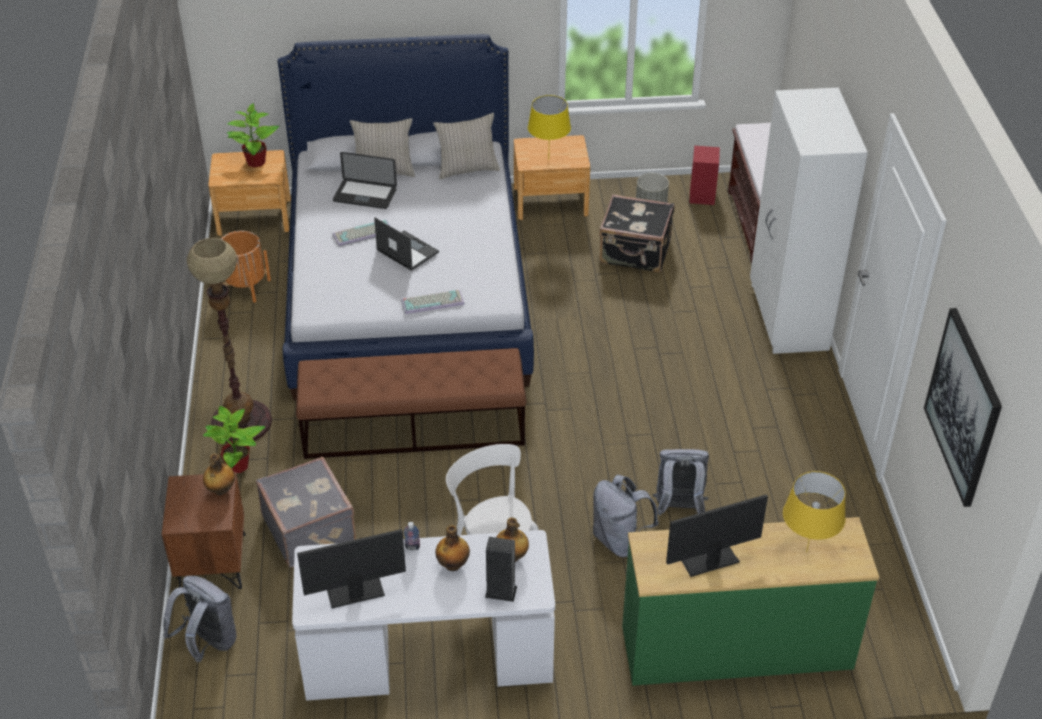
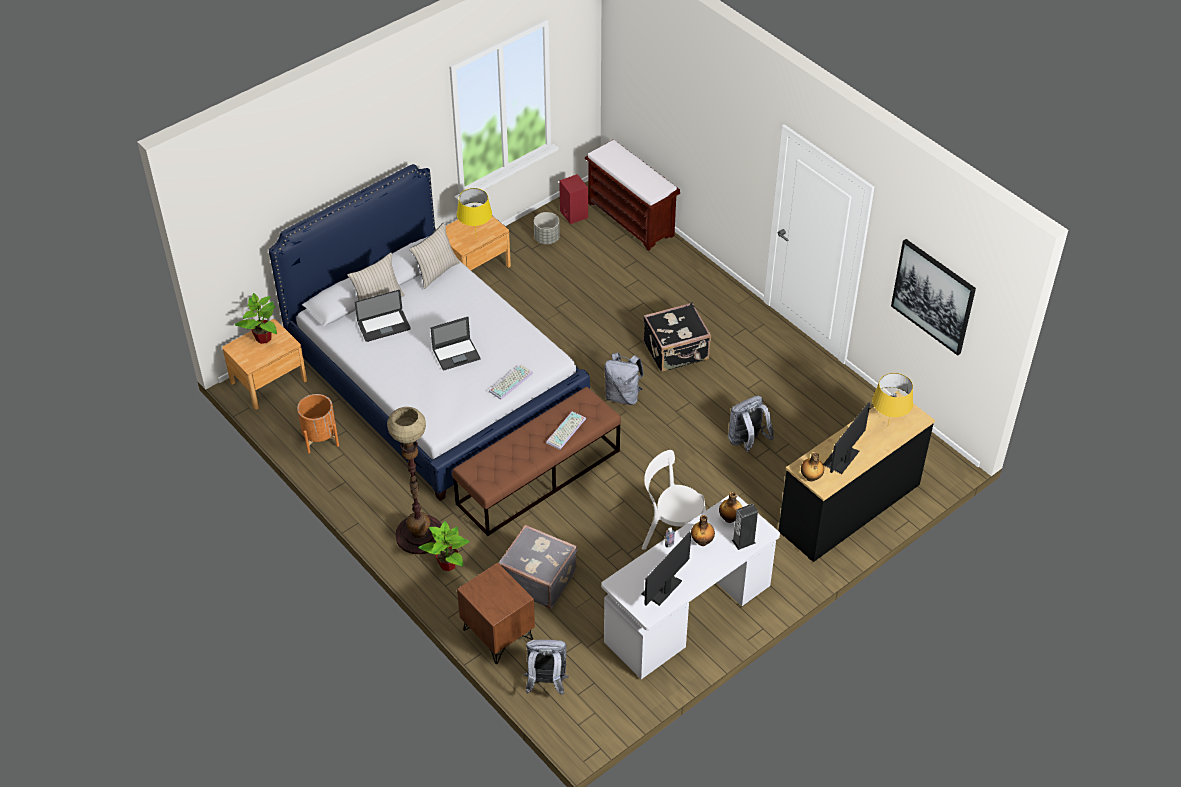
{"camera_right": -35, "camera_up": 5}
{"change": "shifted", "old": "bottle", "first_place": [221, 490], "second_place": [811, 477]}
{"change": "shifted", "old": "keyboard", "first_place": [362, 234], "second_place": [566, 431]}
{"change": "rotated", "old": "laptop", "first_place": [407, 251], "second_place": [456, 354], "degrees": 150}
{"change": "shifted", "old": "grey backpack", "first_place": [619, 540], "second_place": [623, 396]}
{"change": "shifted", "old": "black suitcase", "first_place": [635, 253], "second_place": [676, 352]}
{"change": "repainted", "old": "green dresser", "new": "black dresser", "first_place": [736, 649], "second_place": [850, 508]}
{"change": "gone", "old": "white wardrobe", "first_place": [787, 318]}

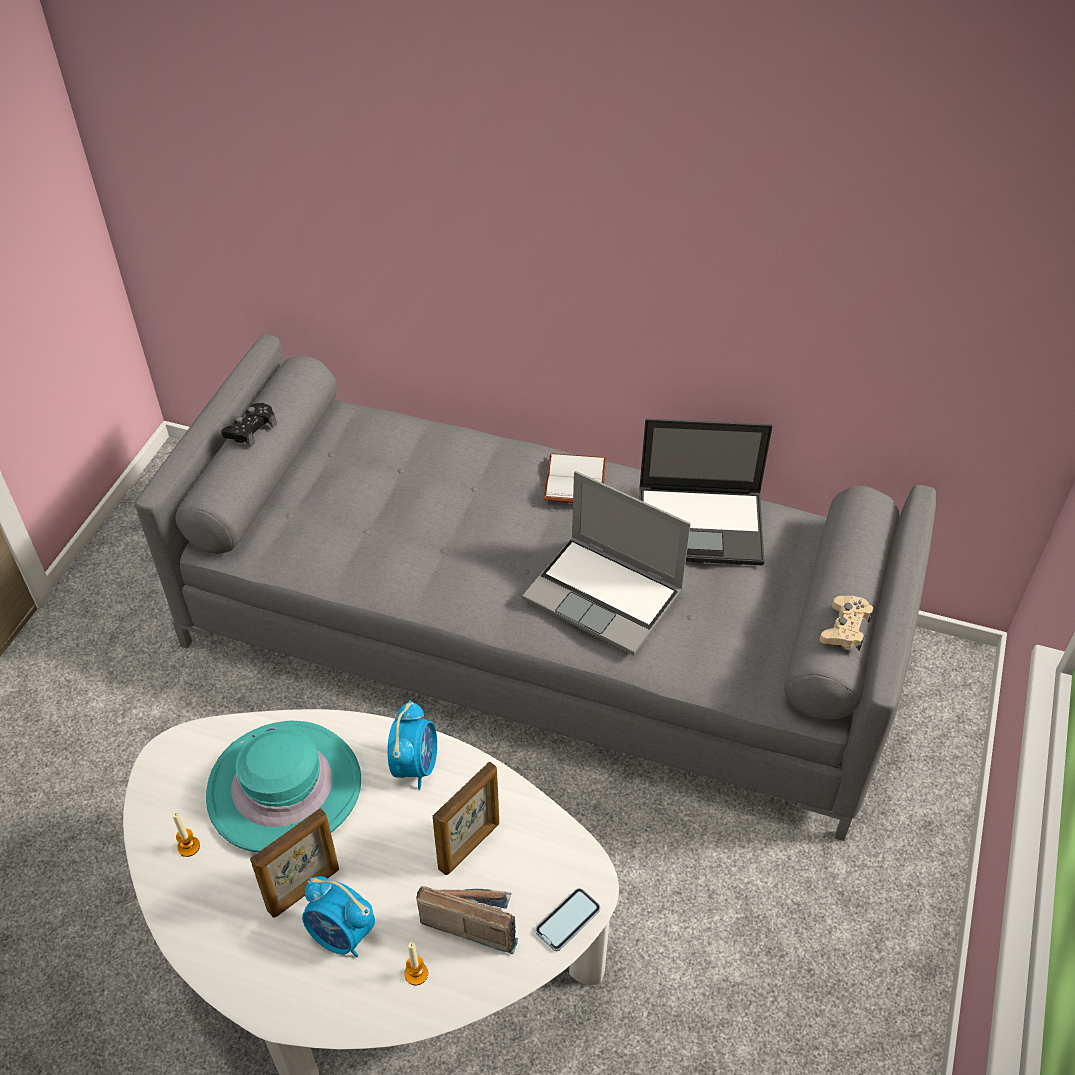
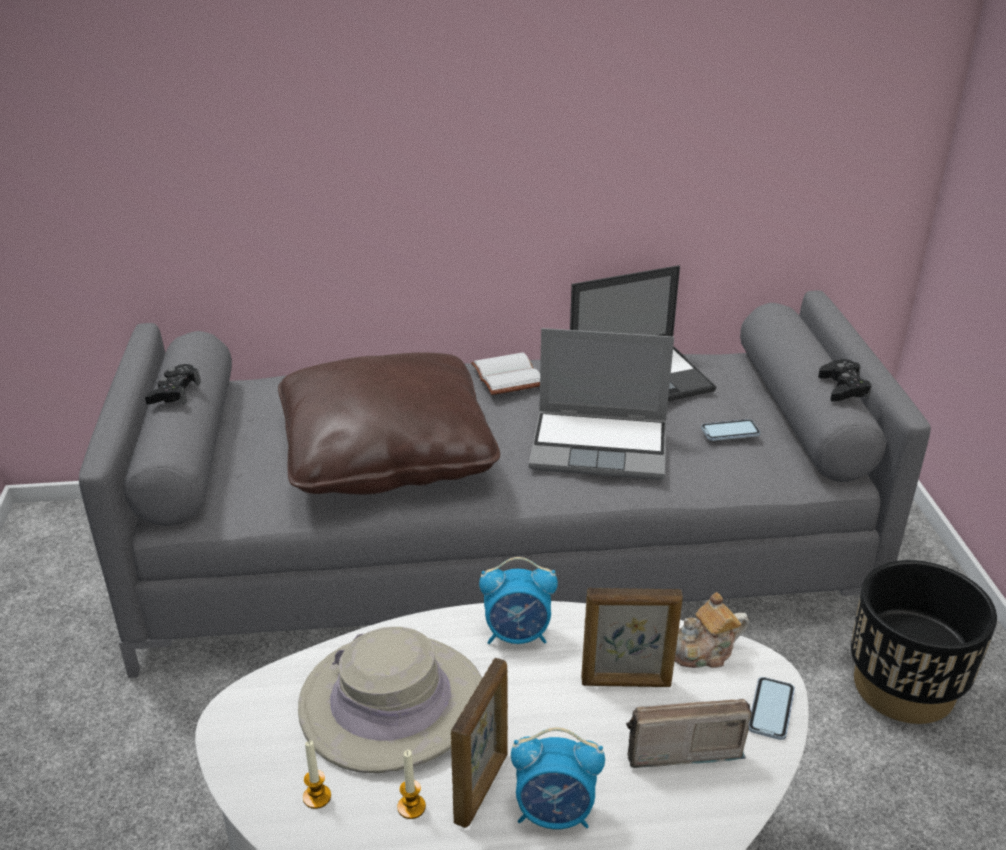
{"camera_right": -25, "camera_up": -15}
{"change": "repainted", "old": "turquoise hat", "new": "beige hat", "first_place": [284, 789], "second_place": [392, 703]}
{"change": "rotated", "old": "alarm clock", "first_place": [415, 765], "second_place": [518, 635], "degrees": 105}
{"change": "shifted", "old": "candle", "first_place": [416, 974], "second_place": [411, 807]}
{"change": "rotated", "old": "picture frame", "first_place": [470, 846], "second_place": [626, 683], "degrees": 75}
{"change": "repainted", "old": "beige game controller", "new": "black game controller", "first_place": [845, 628], "second_place": [843, 388]}
{"change": "new", "new": "brown pillow", "second_place": [386, 454]}
{"change": "new", "new": "teapot", "second_place": [703, 652]}
{"change": "new", "new": "phone", "second_place": [730, 432]}
{"change": "new", "new": "black planter", "second_place": [903, 687]}

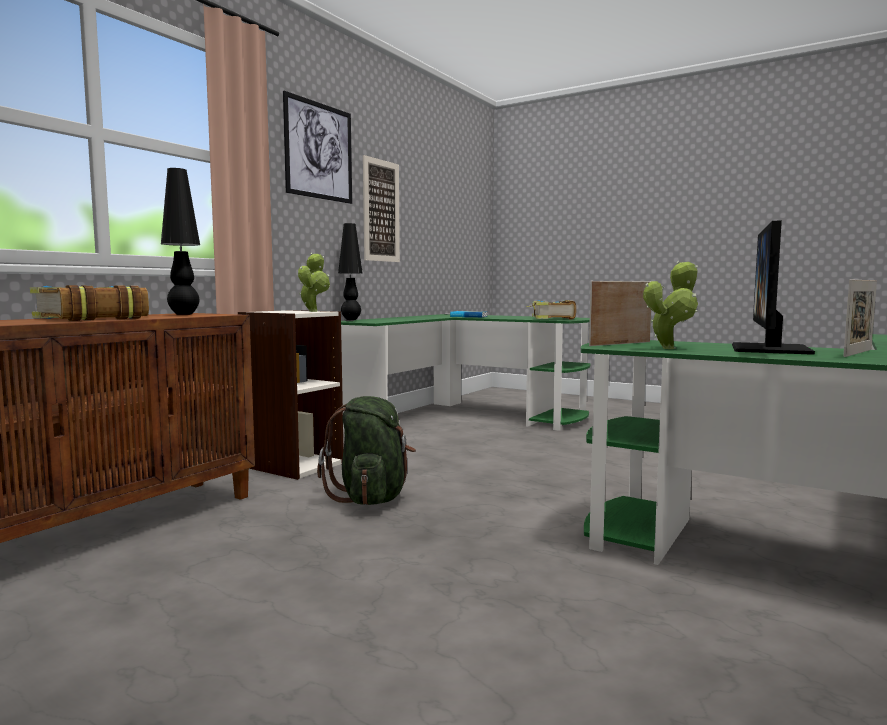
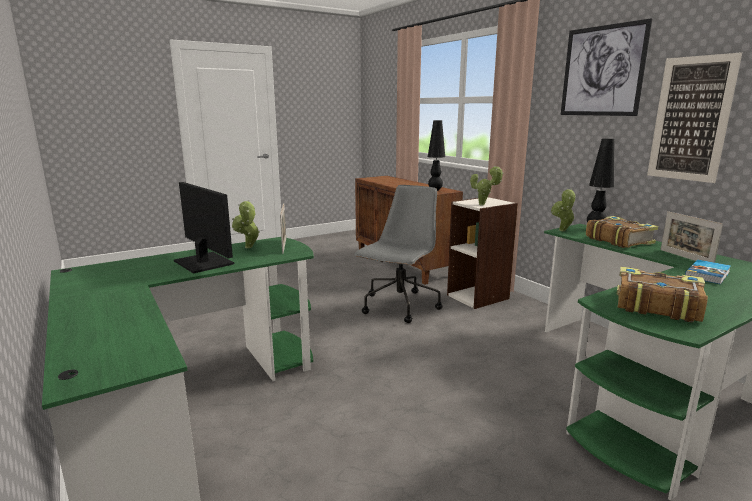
{"camera_right": 115, "camera_up": 10}
{"change": "shifted", "old": "book", "first_place": [90, 318], "second_place": [618, 240]}
{"change": "swapped", "old": "green backpack", "new": "grey office chair", "first_place": [371, 498], "second_place": [399, 307]}
{"change": "shifted", "old": "picture frame", "first_place": [858, 353], "second_place": [685, 257]}
{"change": "new", "new": "potted plant", "second_place": [562, 231]}

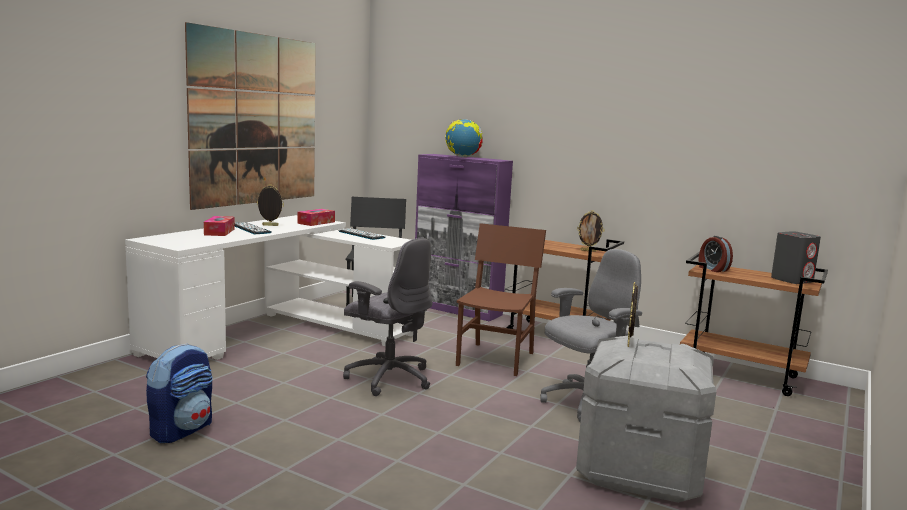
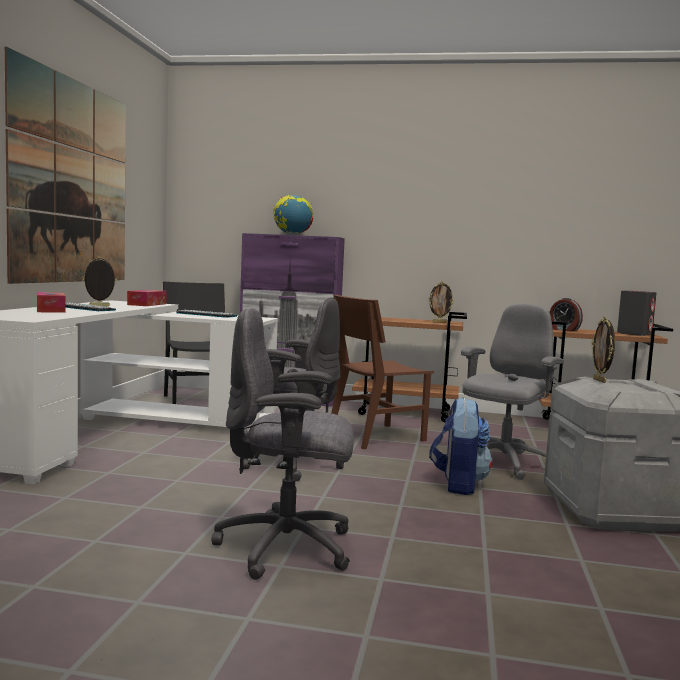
{"camera_right": -20, "camera_up": -5}
{"change": "shifted", "old": "backpack", "first_place": [182, 430], "second_place": [458, 484]}
{"change": "rotated", "old": "brown chair", "first_place": [496, 359], "second_place": [376, 436], "degrees": -120}
{"change": "new", "new": "grey office chair", "second_place": [287, 548]}

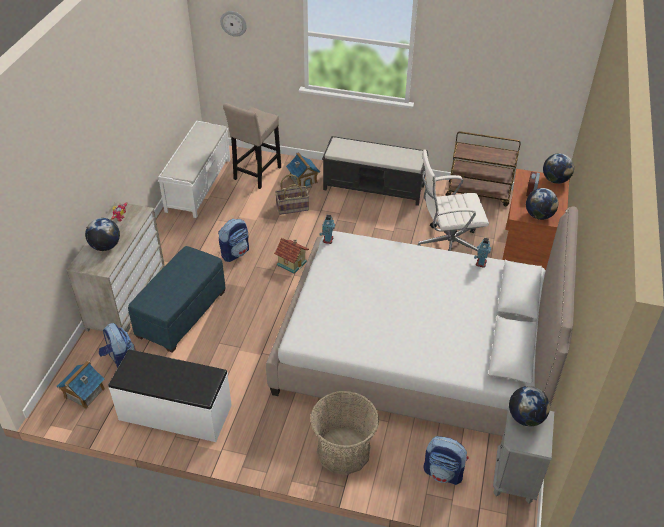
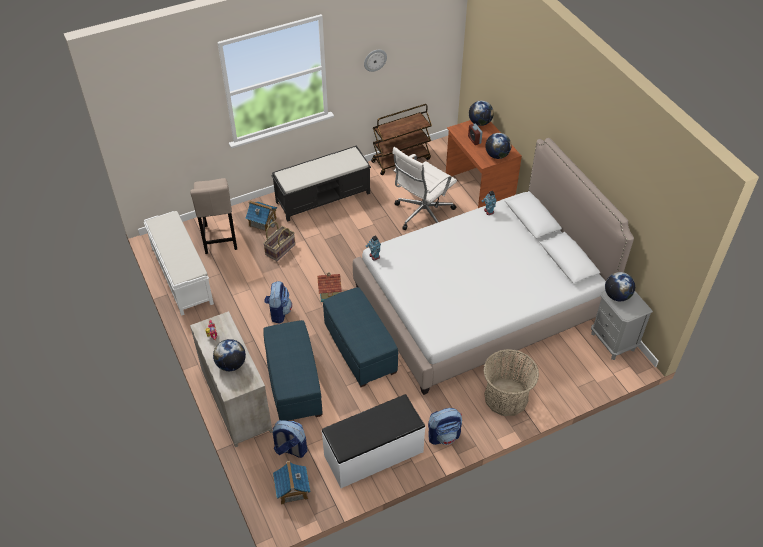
{"camera_right": -40, "camera_up": 5}
{"change": "shifted", "old": "wall clock", "first_place": [233, 23], "second_place": [375, 60]}
{"change": "shifted", "old": "backpack", "first_place": [443, 473], "second_place": [444, 436]}
{"change": "new", "new": "blue ottoman", "second_place": [360, 349]}

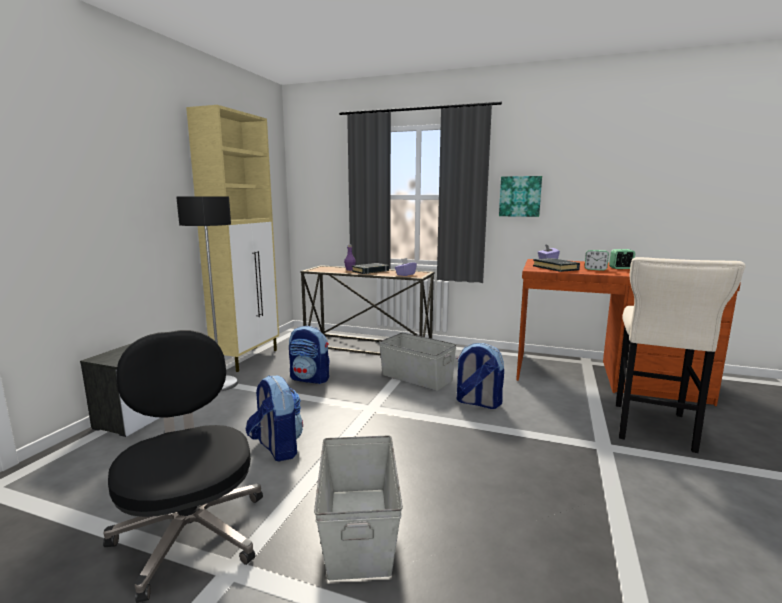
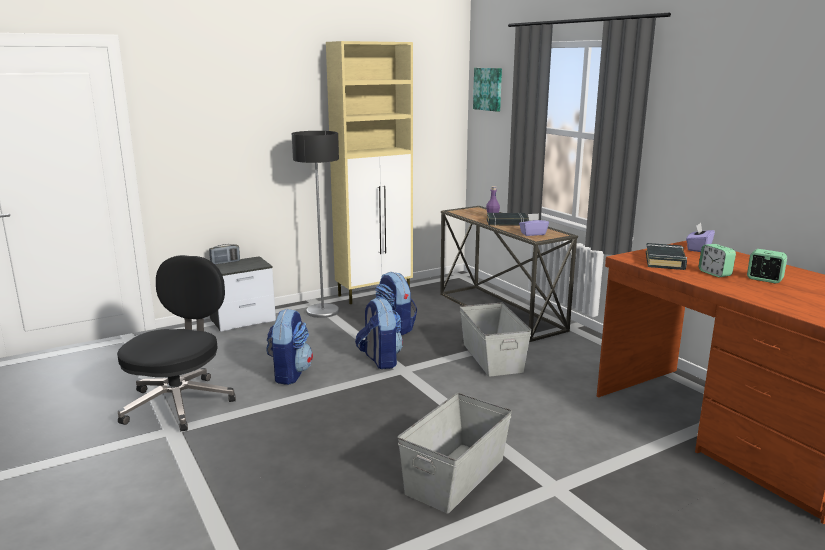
{"camera_right": 40, "camera_up": 5}
{"change": "shifted", "old": "grey storage box", "first_place": [359, 528], "second_place": [456, 476]}
{"change": "shifted", "old": "backpack", "first_place": [477, 402], "second_place": [380, 360]}
{"change": "shifted", "old": "picture", "first_place": [520, 196], "second_place": [488, 89]}
{"change": "gone", "old": "beige stool", "first_place": [652, 429]}
{"change": "new", "new": "radio", "second_place": [225, 262]}

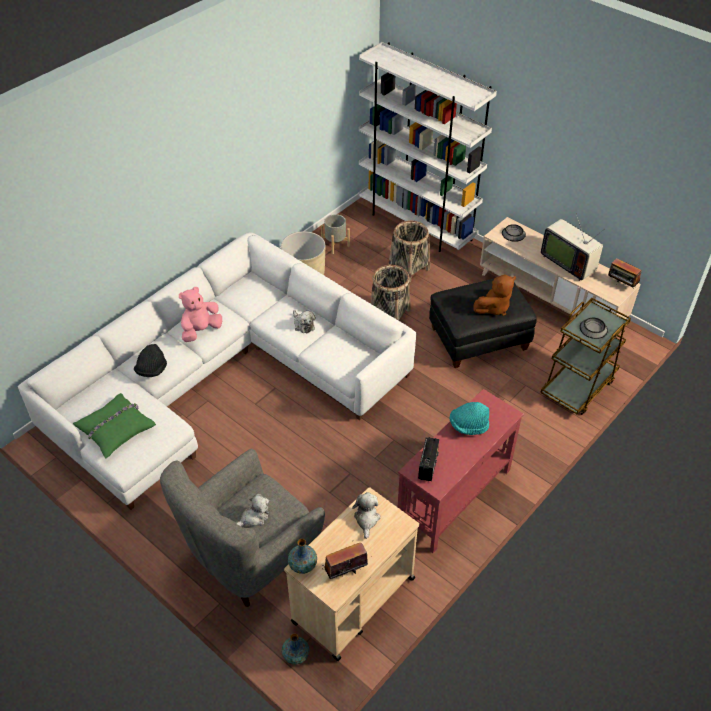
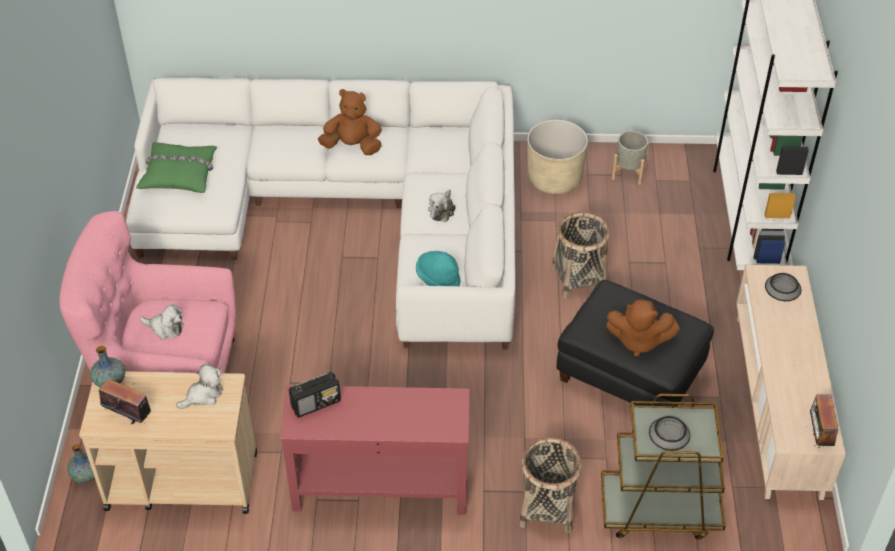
{"camera_right": 50, "camera_up": 0}
{"change": "gone", "old": "black hat", "first_place": [152, 370]}
{"change": "repainted", "old": "grey armchair", "new": "pink armchair", "first_place": [251, 554], "second_place": [166, 371]}
{"change": "repainted", "old": "pink plush toy", "new": "brown plush toy", "first_place": [201, 330], "second_place": [352, 146]}
{"change": "shifted", "old": "basket", "first_place": [408, 268], "second_place": [547, 508]}
{"change": "shifted", "old": "turquoise hat", "first_place": [468, 425], "second_place": [438, 278]}
{"change": "gone", "old": "television", "first_place": [568, 262]}

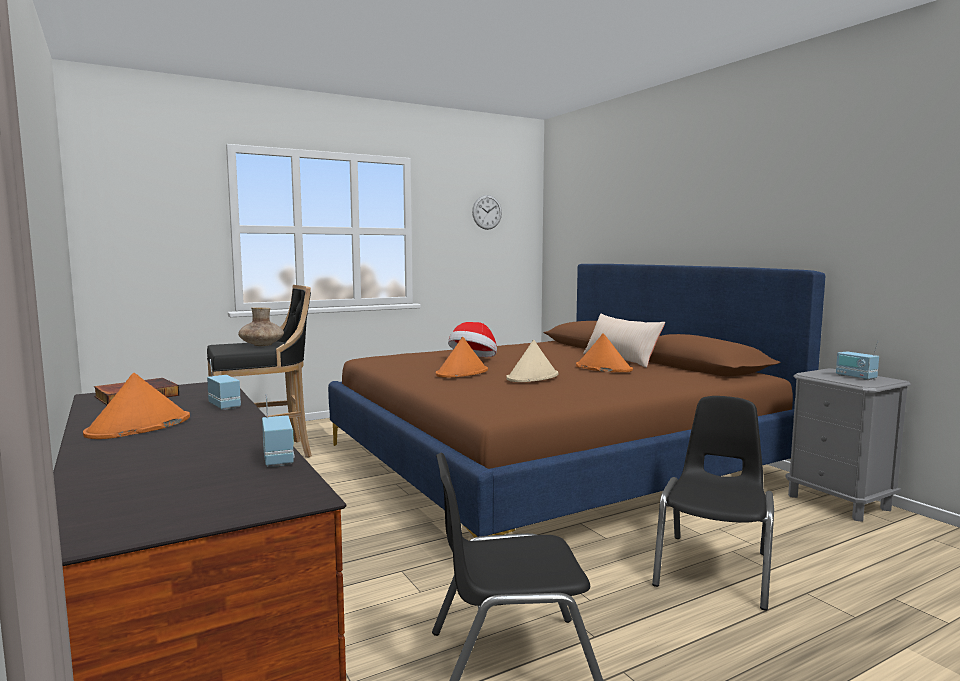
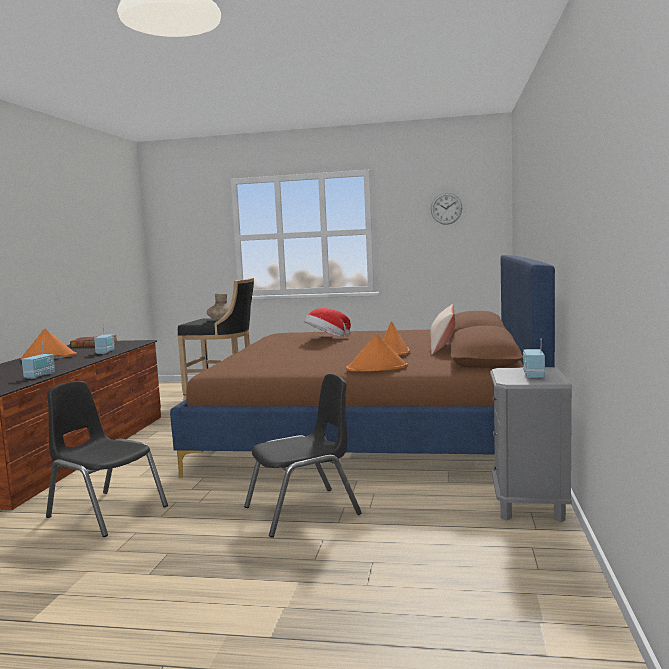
{"camera_right": 40, "camera_up": 0}
{"change": "shifted", "old": "orange hat", "first_place": [462, 373], "second_place": [377, 368]}
{"change": "gone", "old": "beige hat", "first_place": [533, 377]}

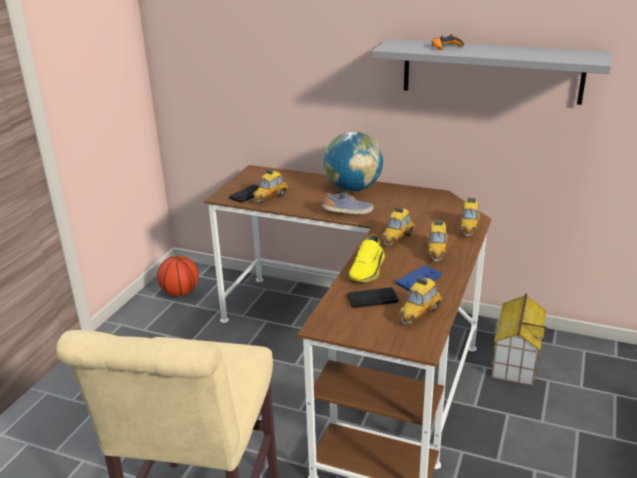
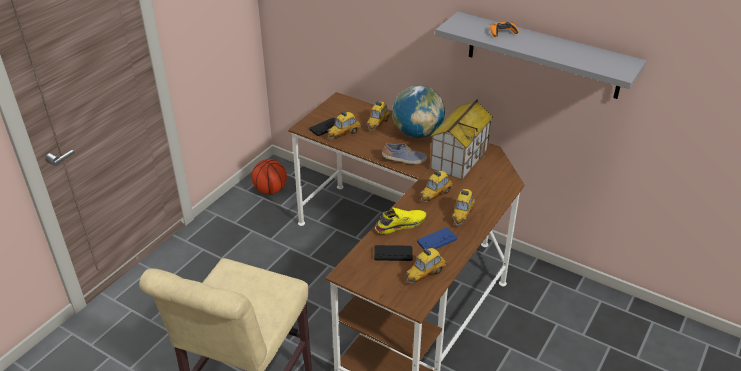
{"camera_right": 10, "camera_up": 10}
{"change": "rotated", "old": "yellow shoe", "first_place": [368, 270], "second_place": [400, 224], "degrees": -150}
{"change": "shifted", "old": "toy car", "first_place": [469, 228], "second_place": [378, 124]}
{"change": "shifted", "old": "toy house", "first_place": [515, 360], "second_place": [459, 158]}

